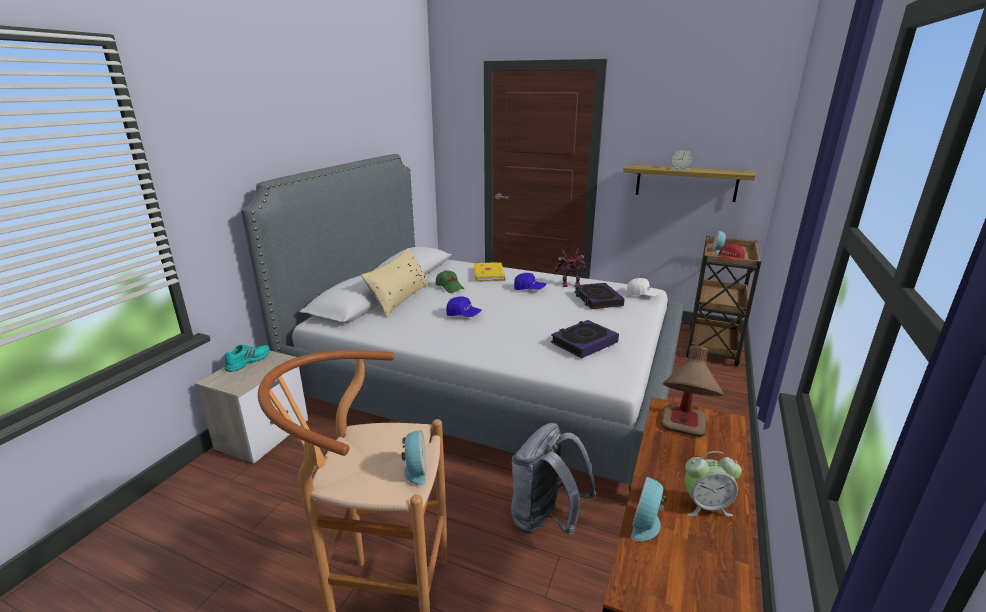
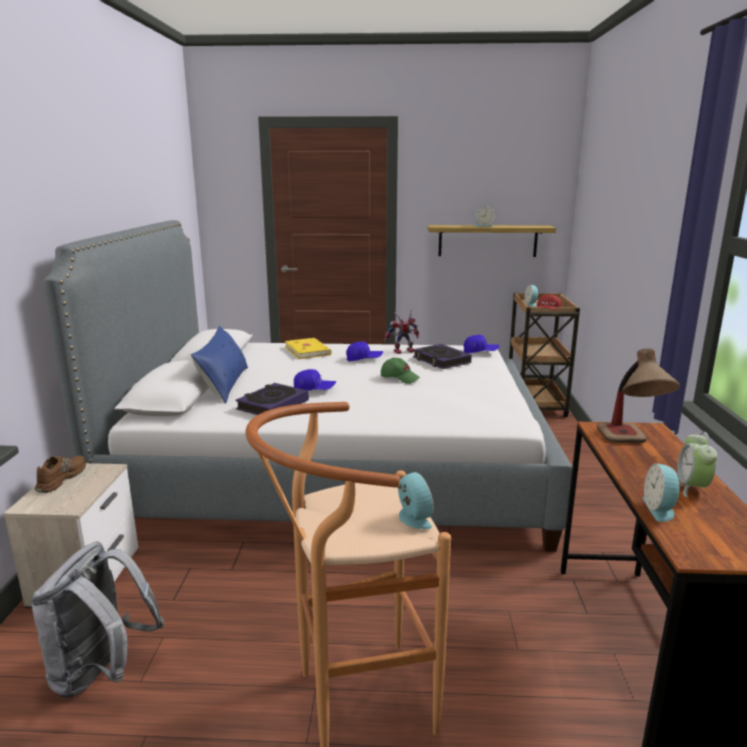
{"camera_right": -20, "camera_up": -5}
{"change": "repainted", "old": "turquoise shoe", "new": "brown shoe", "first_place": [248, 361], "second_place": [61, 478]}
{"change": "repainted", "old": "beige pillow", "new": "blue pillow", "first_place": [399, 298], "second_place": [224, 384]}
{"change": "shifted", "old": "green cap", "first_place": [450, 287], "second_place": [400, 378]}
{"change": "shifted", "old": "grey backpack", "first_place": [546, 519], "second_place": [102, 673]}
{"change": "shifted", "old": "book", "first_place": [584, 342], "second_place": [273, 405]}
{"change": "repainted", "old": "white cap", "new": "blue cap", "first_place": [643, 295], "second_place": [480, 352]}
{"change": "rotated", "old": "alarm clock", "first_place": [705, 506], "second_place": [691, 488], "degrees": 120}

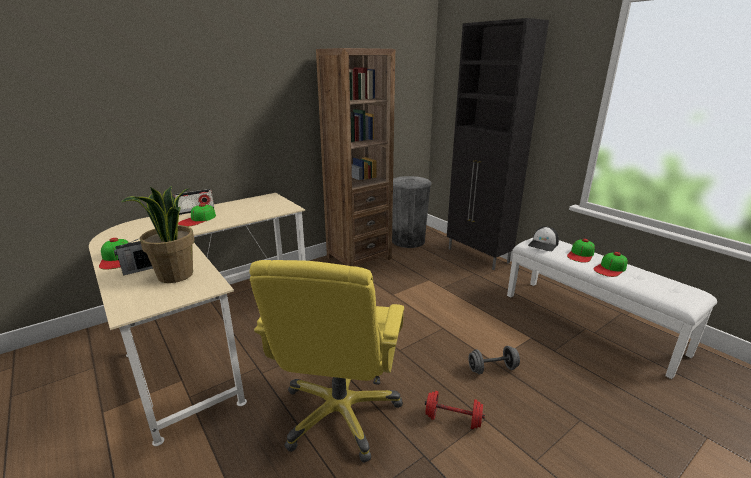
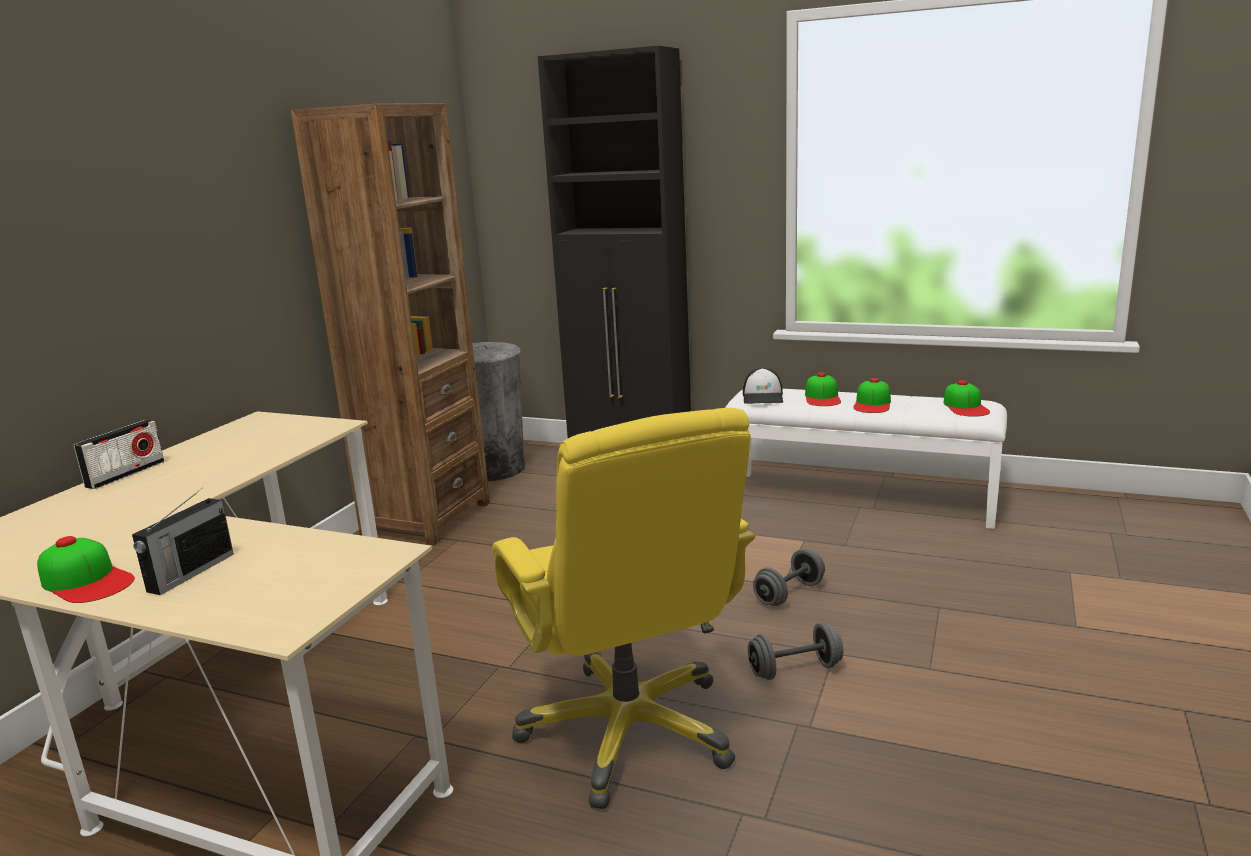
{"camera_right": -30, "camera_up": -5}
{"change": "gone", "old": "potted plant", "first_place": [176, 275]}
{"change": "shifted", "old": "cap", "first_place": [197, 219], "second_place": [965, 406]}
{"change": "repainted", "old": "red dumbbell", "new": "grey dumbbell", "first_place": [453, 419], "second_place": [795, 670]}

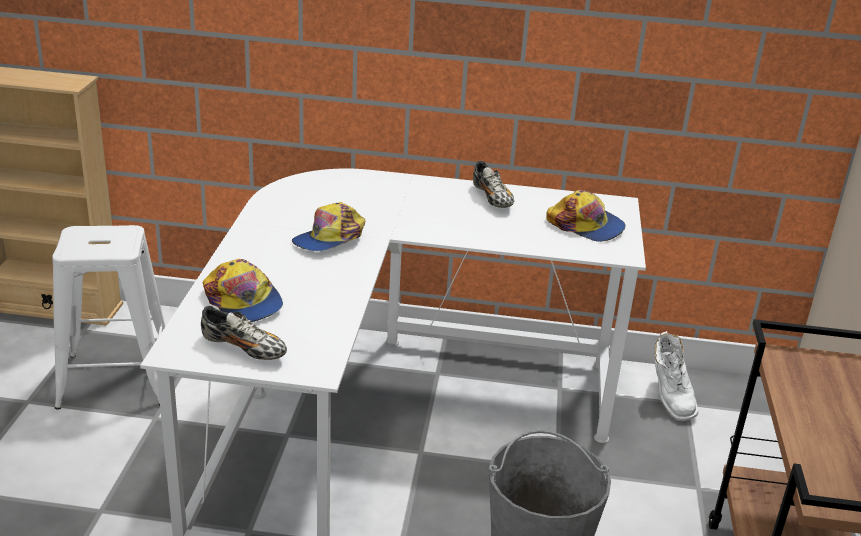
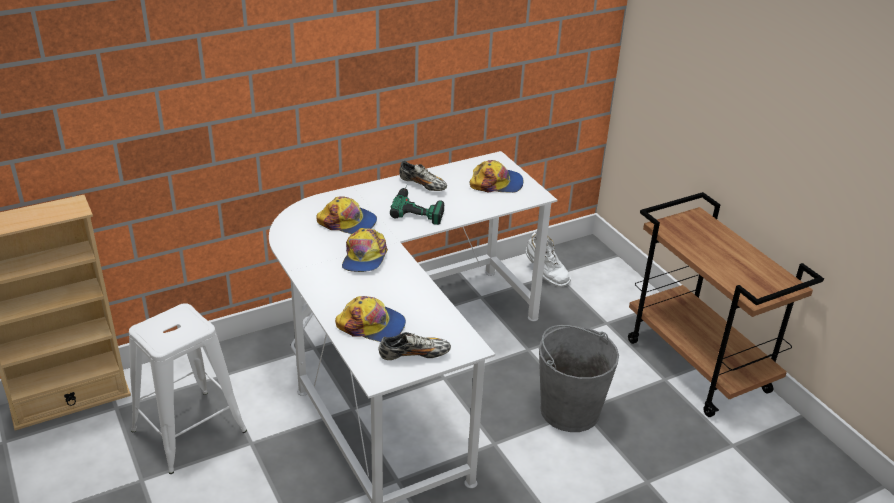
{"camera_right": -35, "camera_up": 5}
{"change": "new", "new": "cap", "second_place": [348, 222]}
{"change": "new", "new": "power drill", "second_place": [419, 206]}

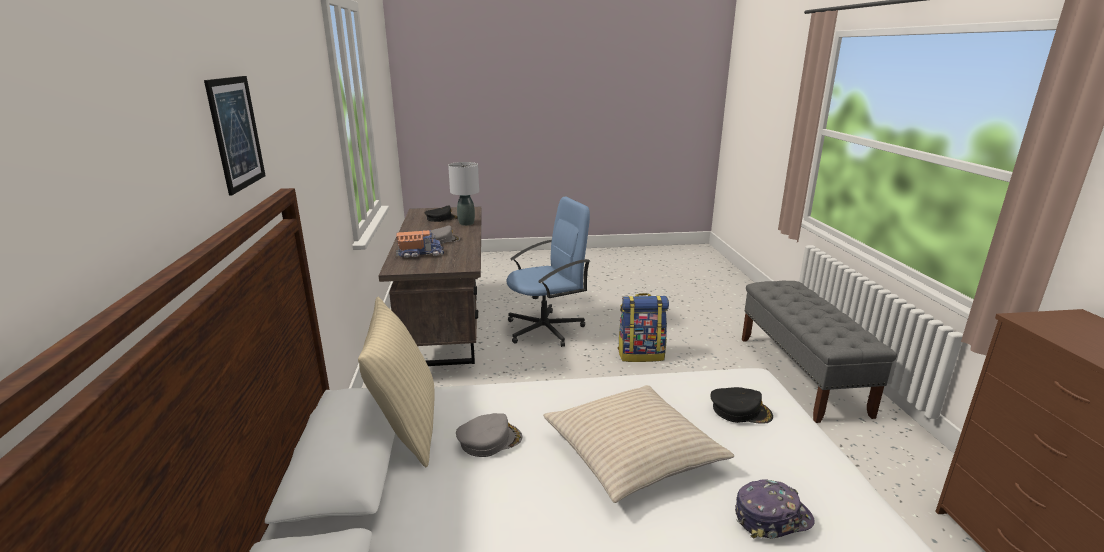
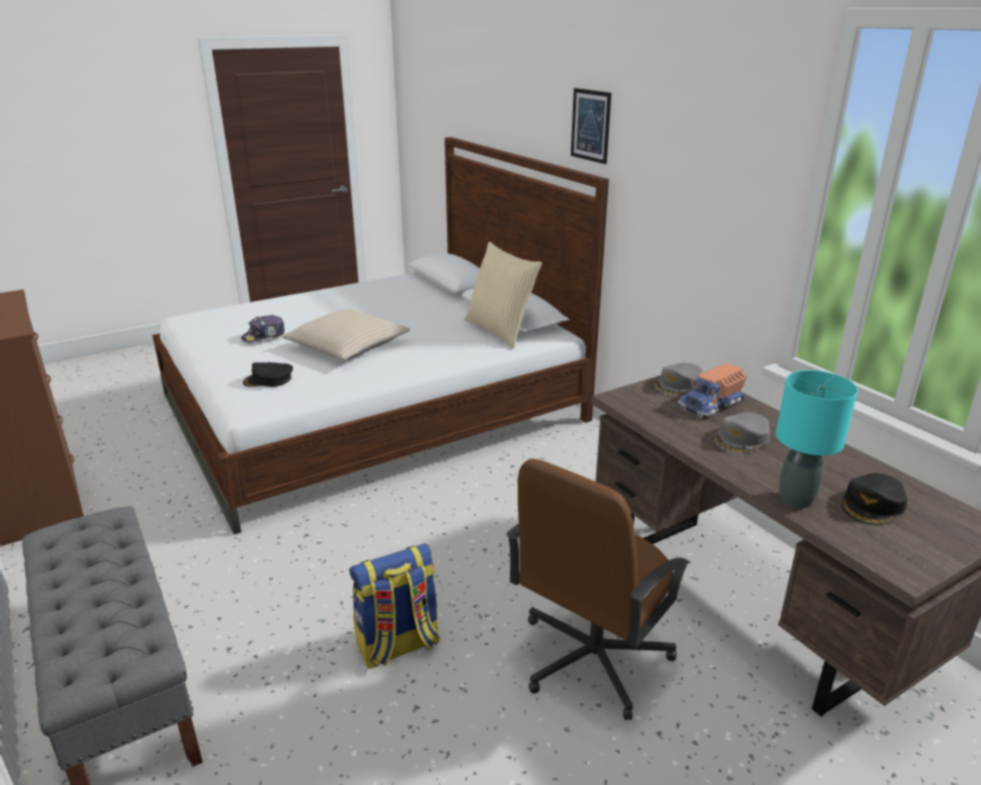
{"camera_right": 155, "camera_up": 5}
{"change": "repainted", "old": "grey table lamp", "new": "turquoise table lamp", "first_place": [466, 223], "second_place": [796, 500]}
{"change": "shifted", "old": "grey cap", "first_place": [489, 440], "second_place": [679, 385]}
{"change": "repainted", "old": "blue office chair", "new": "brown office chair", "first_place": [546, 329], "second_place": [591, 658]}

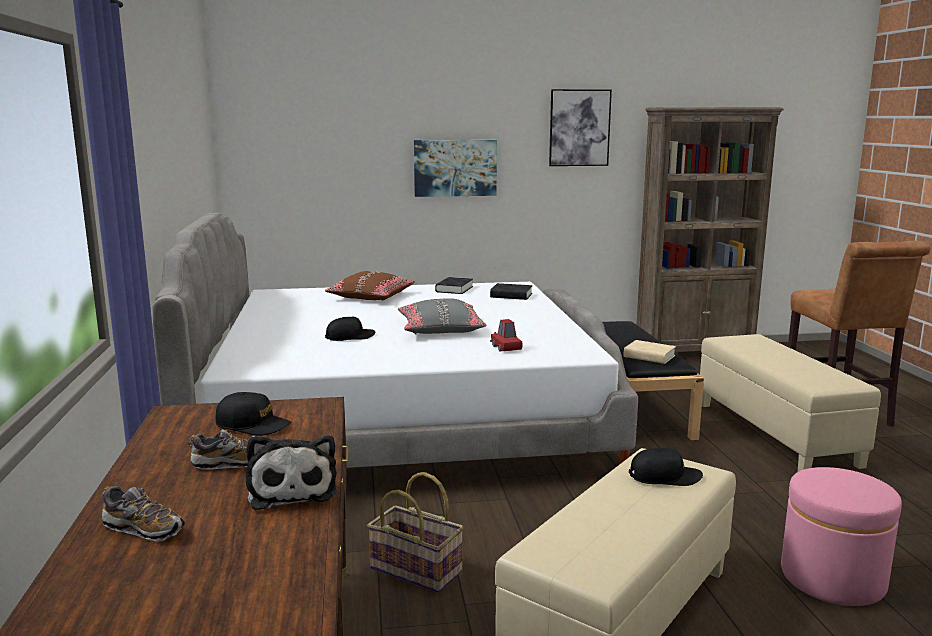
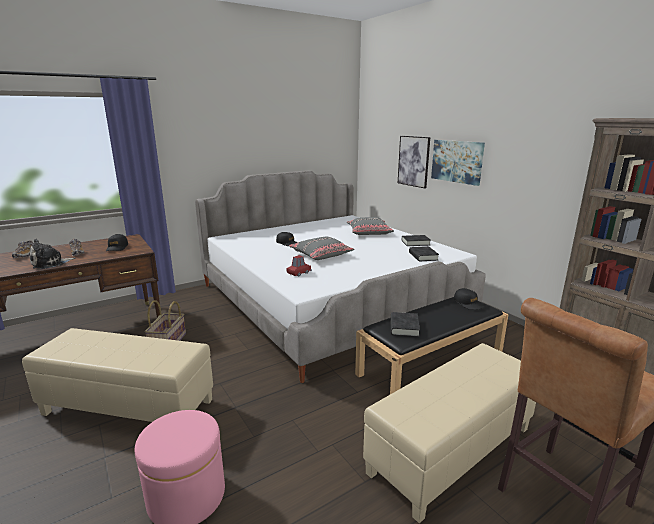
{"camera_right": 65, "camera_up": 5}
{"change": "repainted", "old": "brown pillow", "new": "grey pillow", "first_place": [371, 297], "second_place": [369, 232]}
{"change": "shifted", "old": "picture", "first_place": [579, 128], "second_place": [413, 161]}
{"change": "repainted", "old": "beige book", "new": "black book", "first_place": [649, 356], "second_place": [404, 327]}
{"change": "shifted", "old": "black cap", "first_place": [665, 477], "second_place": [468, 303]}

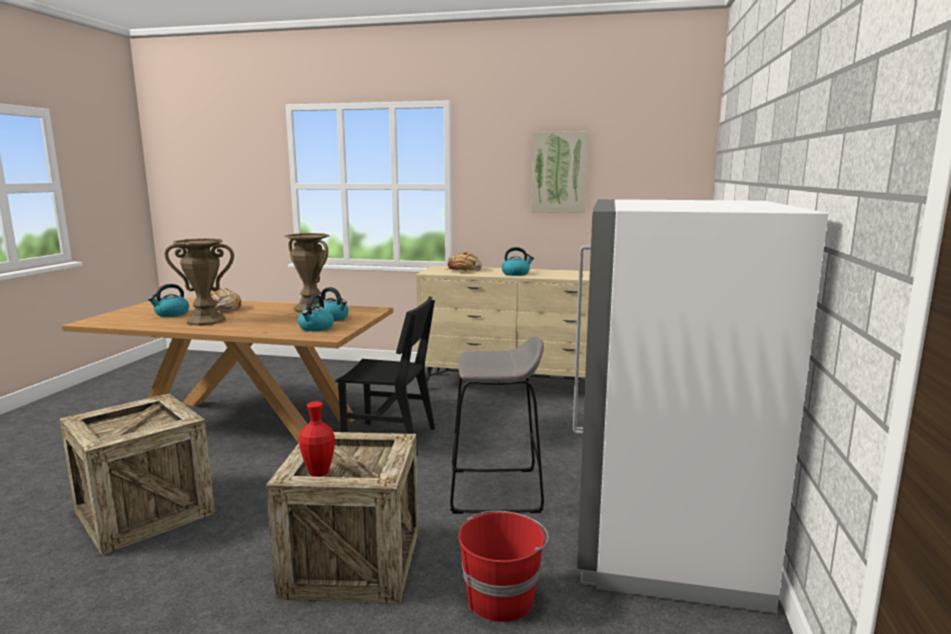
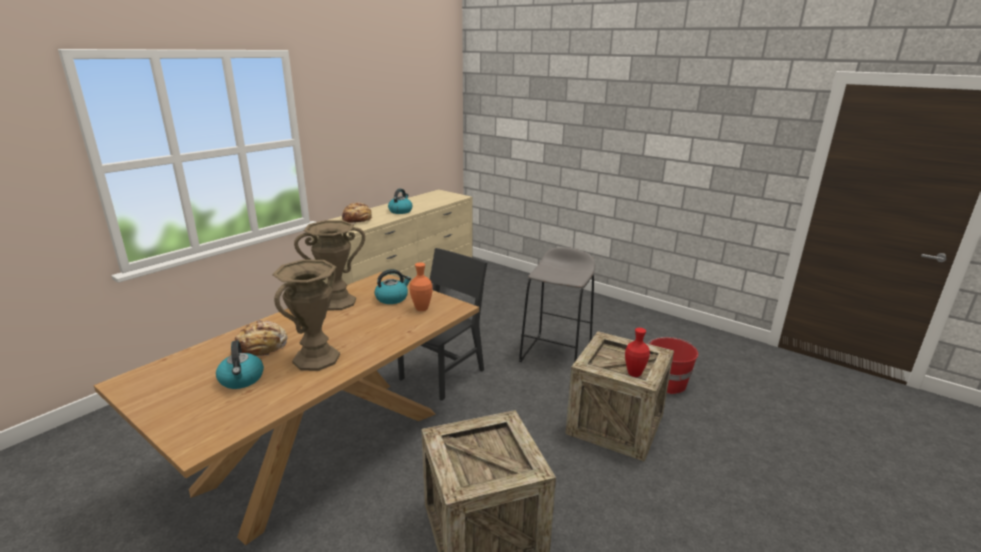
{"camera_right": -65, "camera_up": 10}
{"change": "swapped", "old": "kettle", "new": "orange vase", "first_place": [316, 328], "second_place": [421, 309]}
{"change": "gone", "old": "picture", "first_place": [559, 172]}
{"change": "gone", "old": "white fridge", "first_place": [663, 538]}

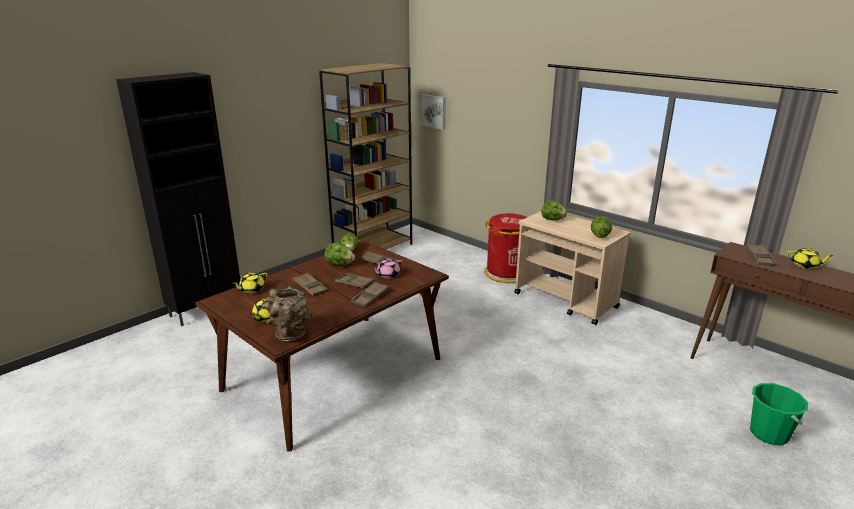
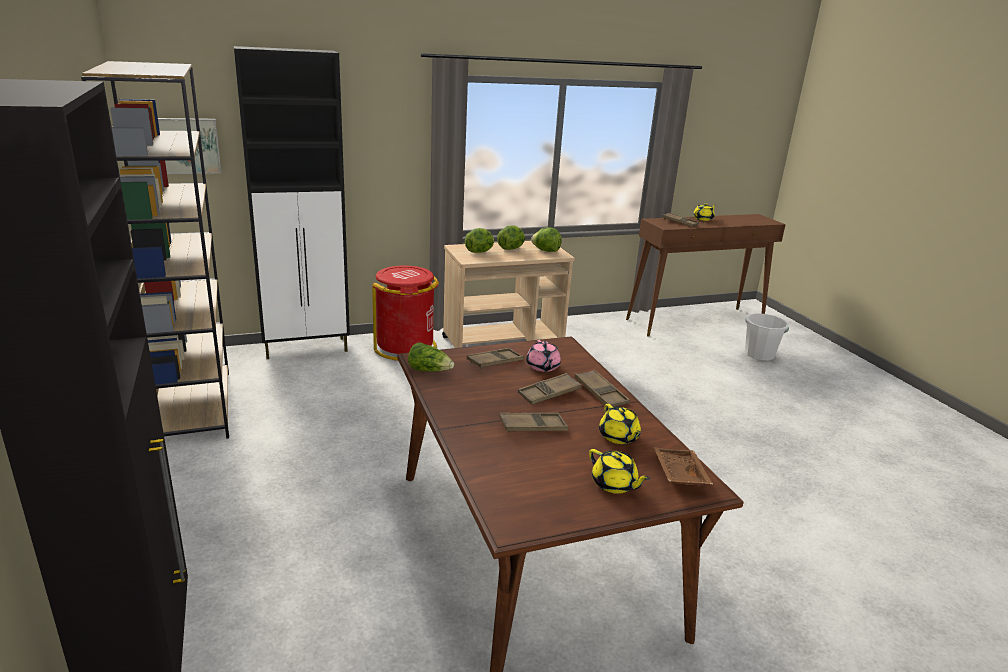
{"camera_right": -65, "camera_up": 0}
{"change": "shifted", "old": "yellow teapot", "first_place": [251, 290], "second_place": [618, 437]}
{"change": "swapped", "old": "brown vase", "new": "brown tray", "first_place": [289, 334], "second_place": [678, 474]}
{"change": "shifted", "old": "lettuce", "first_place": [339, 265], "second_place": [511, 249]}
{"change": "repainted", "old": "green bucket", "new": "white bucket", "first_place": [768, 434], "second_place": [759, 354]}
{"change": "new", "new": "black cabinet", "second_place": [307, 348]}

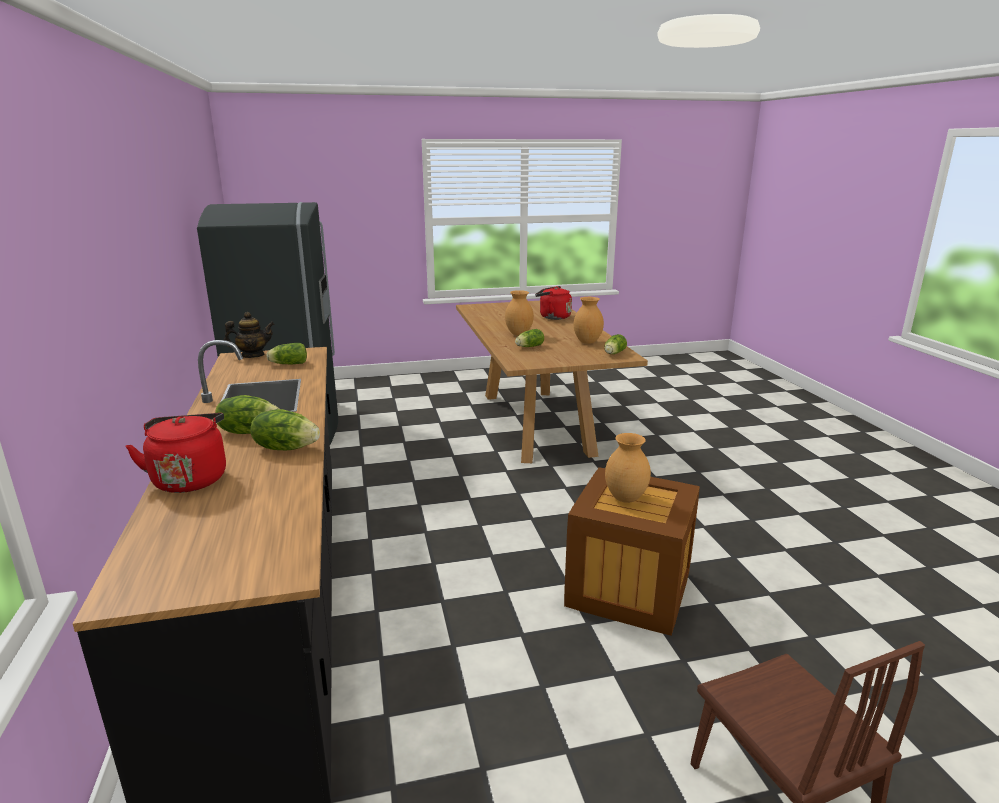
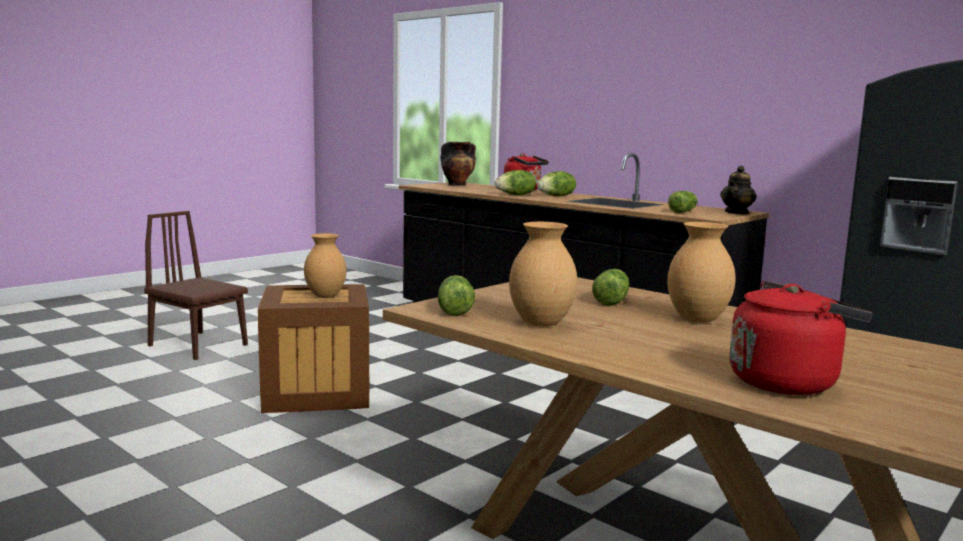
{"camera_right": 145, "camera_up": -10}
{"change": "new", "new": "vase", "second_place": [458, 185]}

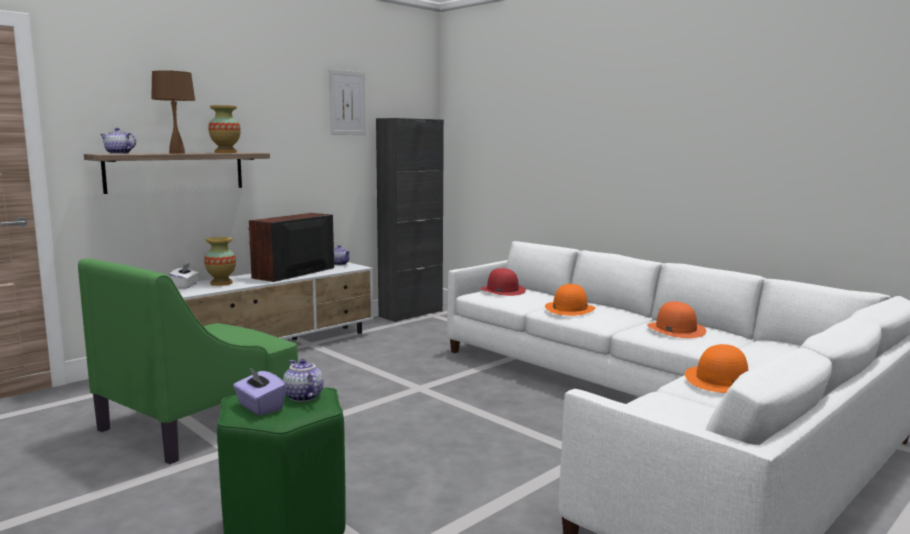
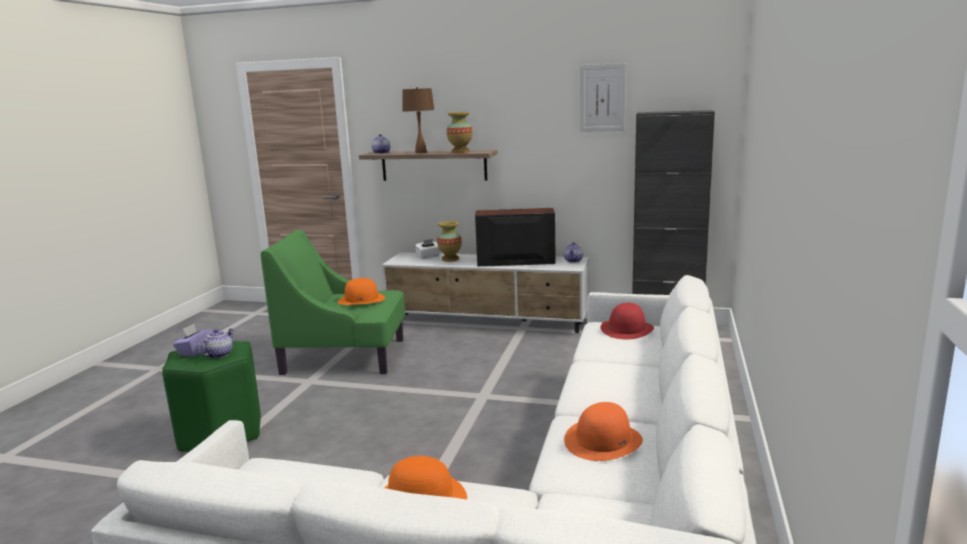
{"camera_right": 60, "camera_up": 5}
{"change": "shifted", "old": "orange hat", "first_place": [569, 309], "second_place": [361, 299]}

